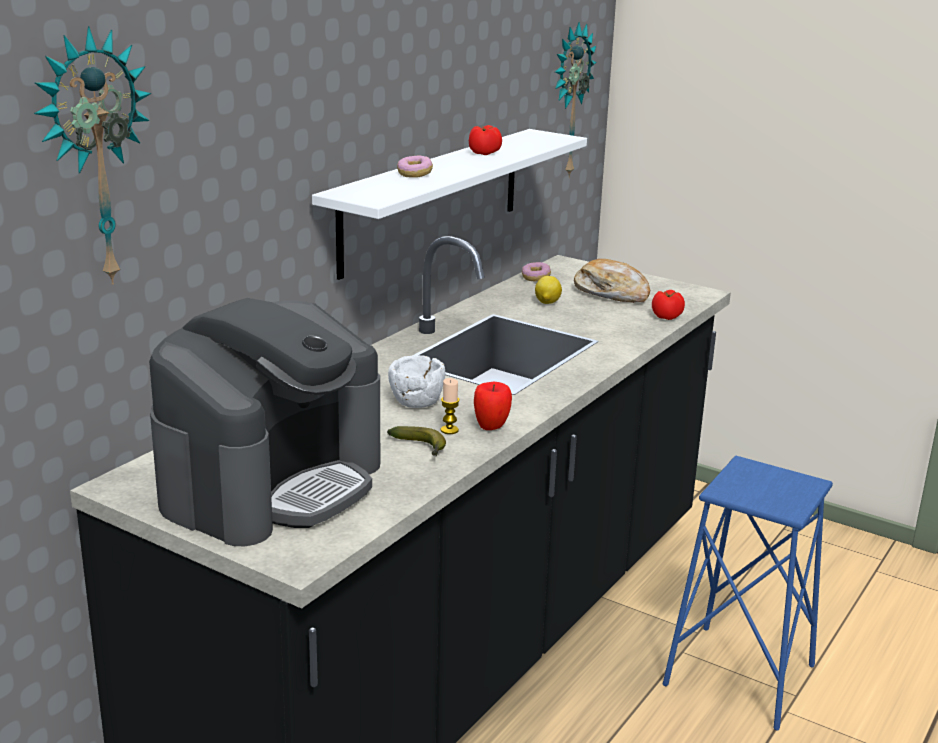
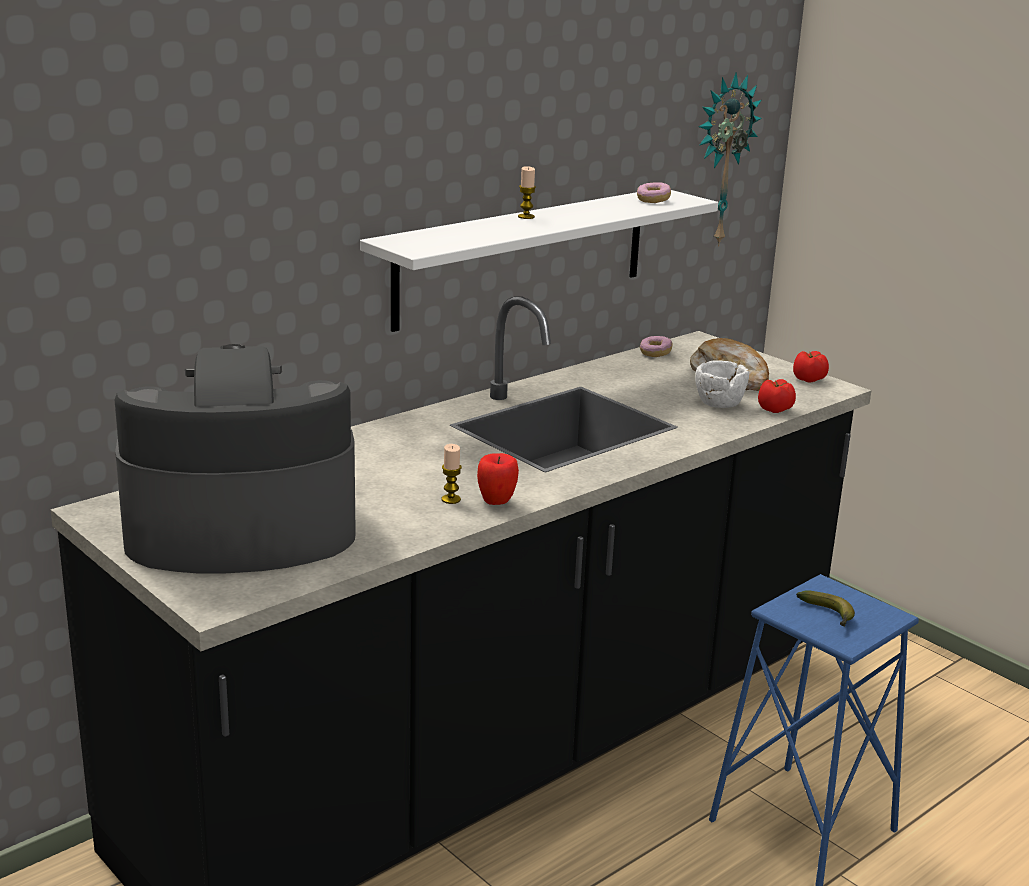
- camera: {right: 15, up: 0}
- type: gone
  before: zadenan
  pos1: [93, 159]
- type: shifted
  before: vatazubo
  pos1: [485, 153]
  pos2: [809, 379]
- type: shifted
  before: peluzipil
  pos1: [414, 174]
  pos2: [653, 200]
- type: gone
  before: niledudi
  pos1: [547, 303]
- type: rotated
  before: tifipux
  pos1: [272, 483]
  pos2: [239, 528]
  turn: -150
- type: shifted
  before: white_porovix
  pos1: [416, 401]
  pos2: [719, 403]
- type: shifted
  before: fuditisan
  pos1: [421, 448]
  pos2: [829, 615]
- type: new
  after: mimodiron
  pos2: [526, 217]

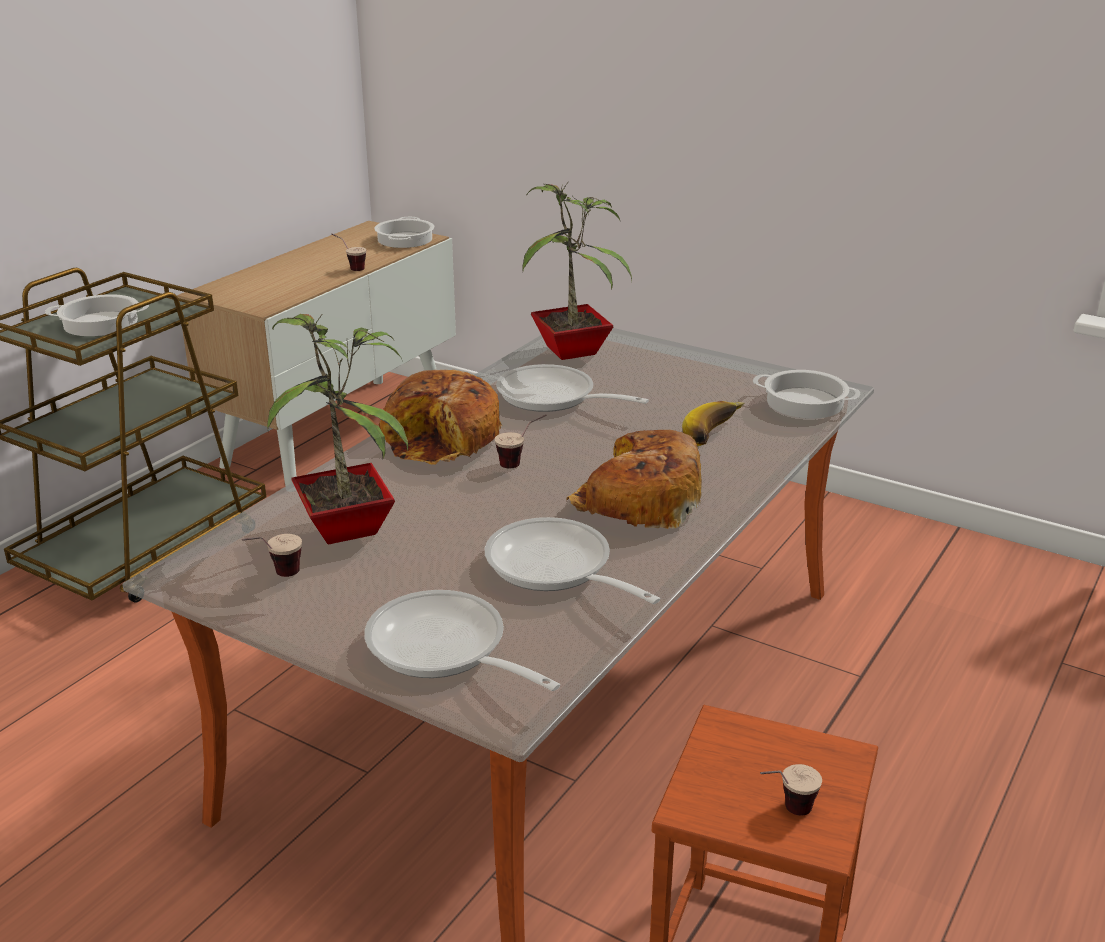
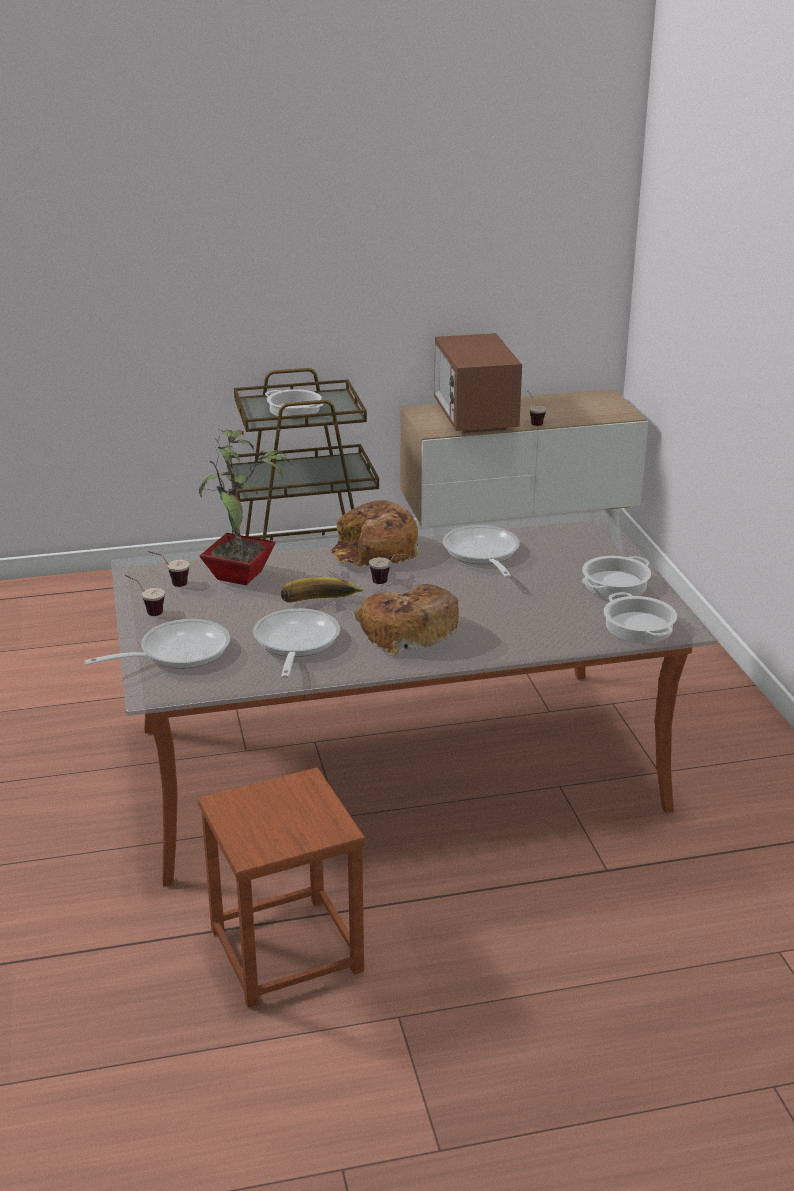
- camera: {right: 45, up: 0}
- type: gone
  before: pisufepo
  pos1: [574, 350]
- type: shifted
  before: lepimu
  pos1: [404, 239]
  pos2: [615, 583]
- type: shifted
  before: fuditisan
  pos1: [716, 437]
  pos2: [321, 604]
- type: rotated
  before: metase
  pos1: [444, 650]
  pos2: [177, 652]
  turn: 60
- type: shifted
  before: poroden
  pos1: [785, 812]
  pos2: [146, 611]
- type: new
  after: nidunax
  pos2: [474, 417]

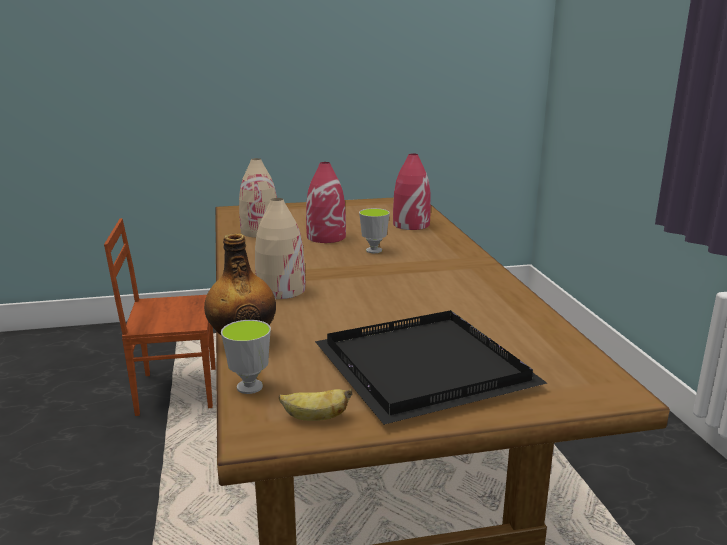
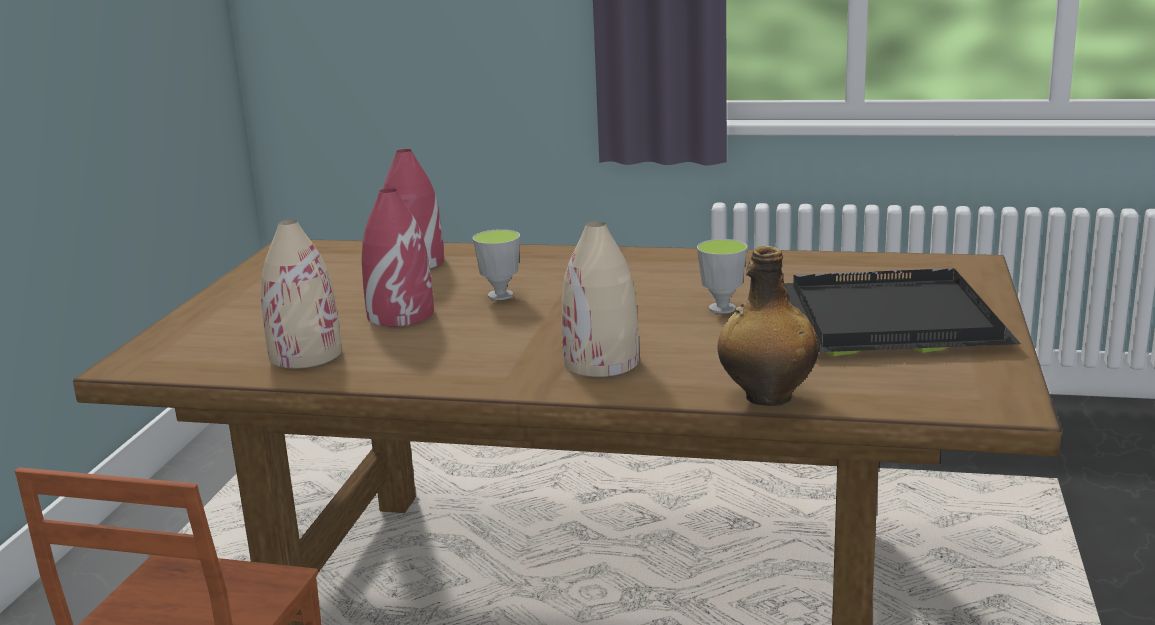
- camera: {right: -65, up: 0}
- type: shifted
  before: poroden
  pos1: [249, 387]
  pos2: [722, 308]
- type: gone
  before: fuditisan
  pos1: [314, 418]

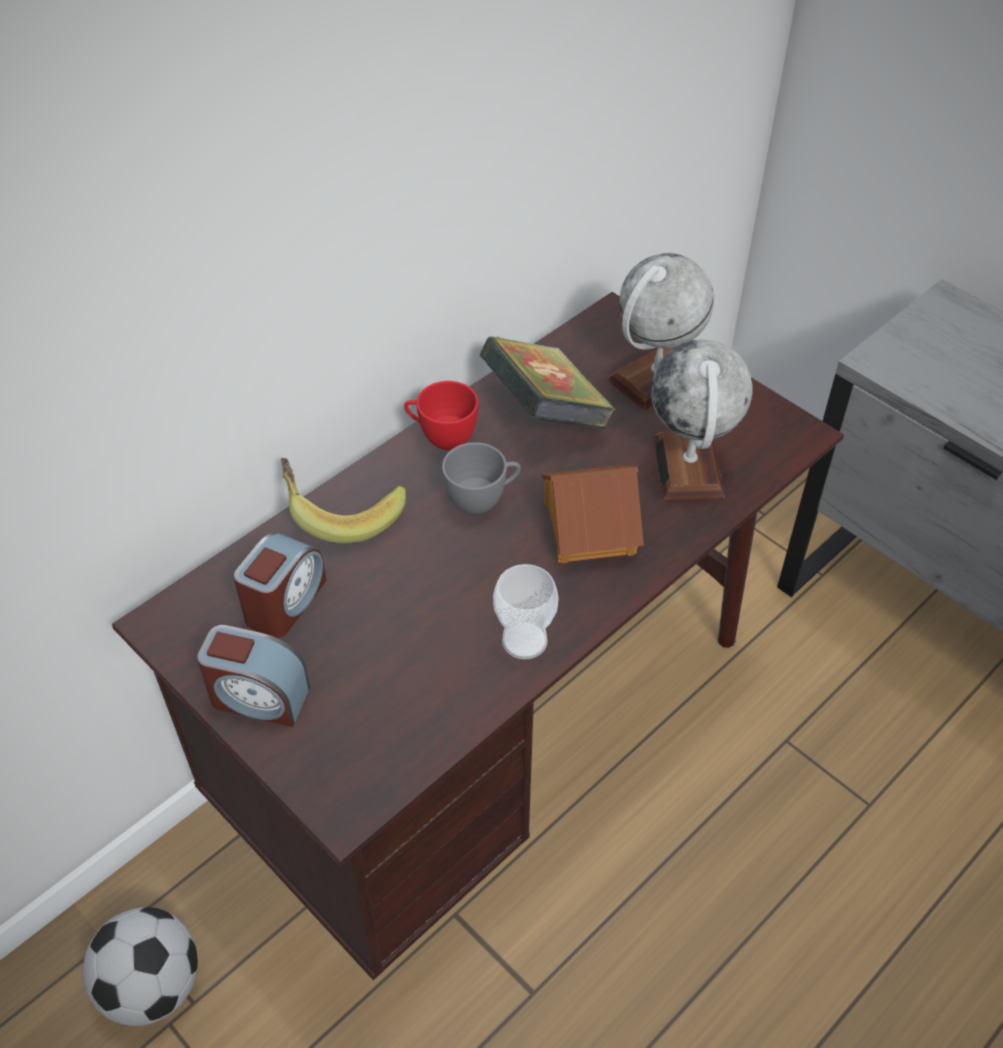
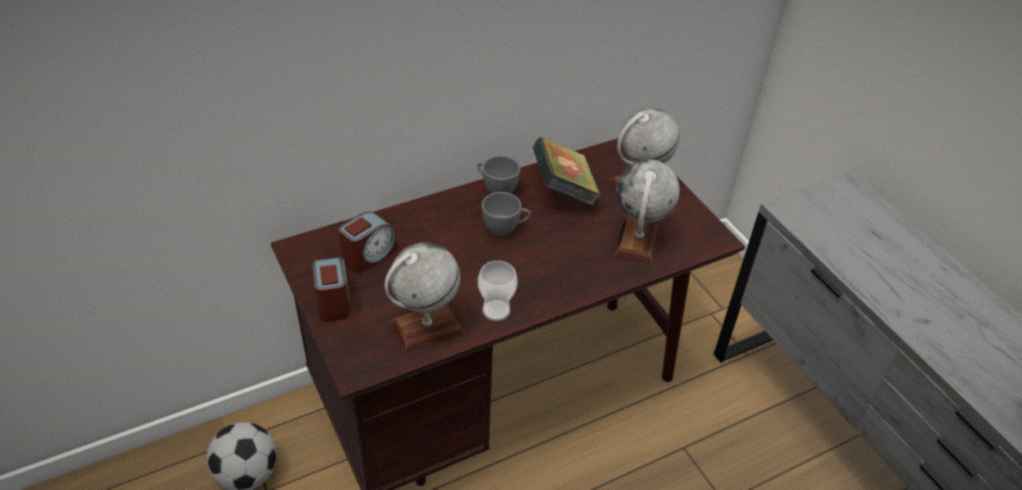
- camera: {right: 15, up: -5}
- type: repainted
  before: red_poroden
  after: grey_poroden
  pos1: [441, 437]
  pos2: [496, 189]
- type: gone
  before: fuditisan
  pos1: [342, 512]
- type: gone
  before: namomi
  pos1: [587, 526]
- type: rotated
  before: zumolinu
  pos1: [258, 697]
  pos2: [333, 300]
  turn: -135
- type: new
  after: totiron
  pos2: [426, 328]

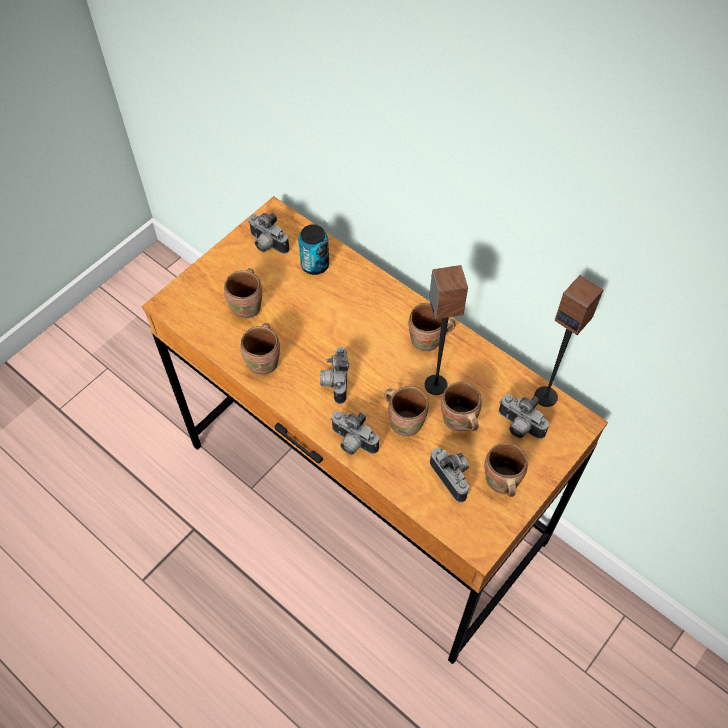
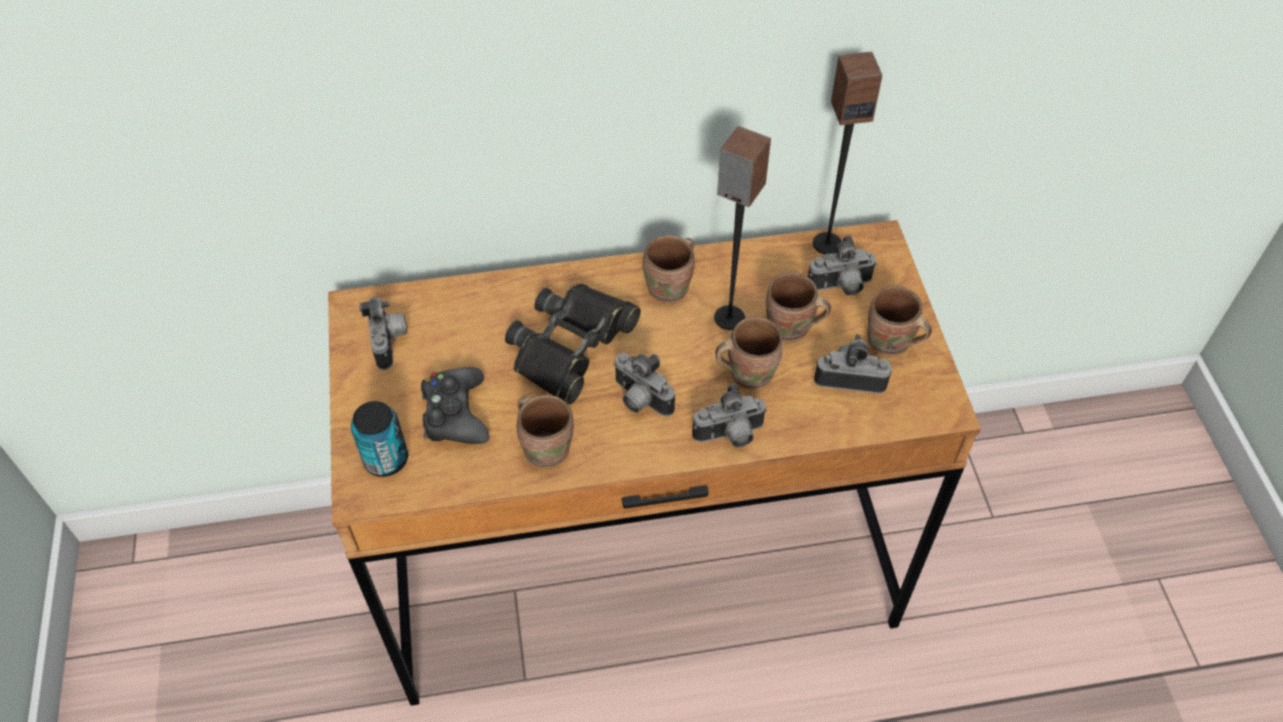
- camera: {right: -50, up: -5}
- type: rotated
  before: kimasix
  pos1: [267, 245]
  pos2: [390, 342]
  turn: -90
- type: shifted
  before: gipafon
  pos1: [315, 265]
  pos2: [386, 459]
- type: swapped
  before: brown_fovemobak
  after: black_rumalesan
  pos1: [249, 306]
  pos2: [455, 414]
- type: new
  after: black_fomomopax
  pos2: [571, 346]

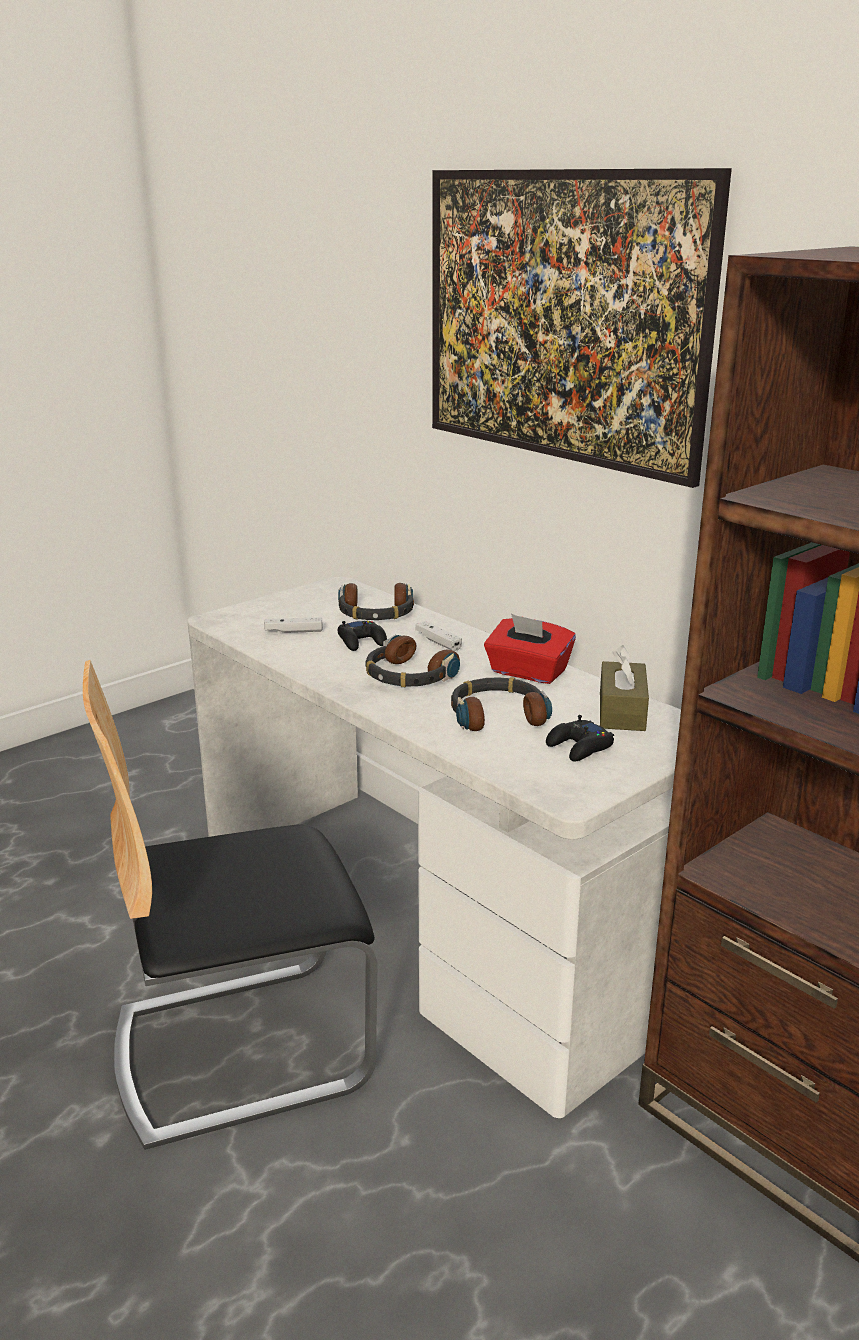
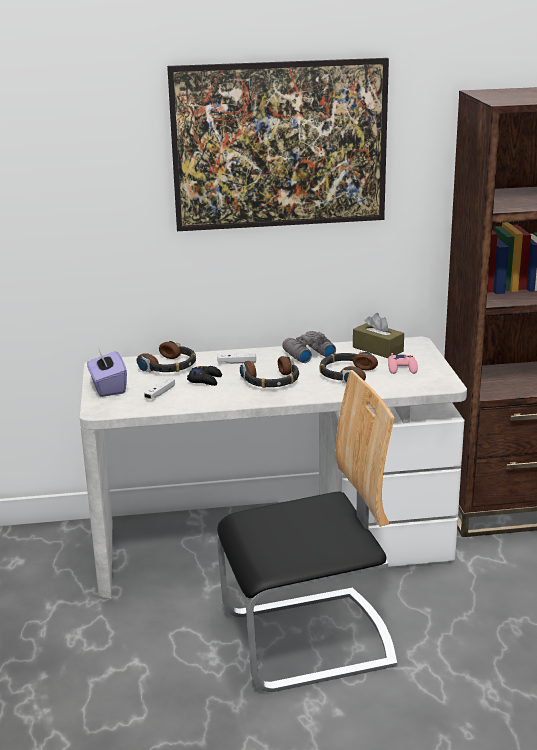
- camera: {right: -55, up: 0}
- type: swapped
  before: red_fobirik
  after: grey_fomomopax
  pos1: [528, 672]
  pos2: [307, 354]
- type: rotated
  before: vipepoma
  pos1: [240, 1046]
  pos2: [308, 640]
  turn: -120
- type: repainted
  before: black_rumalesan
  after: pink_rumalesan
  pos1: [579, 747]
  pos2: [402, 368]
- type: new
  after: purple_fobirik
  pos2: [108, 387]

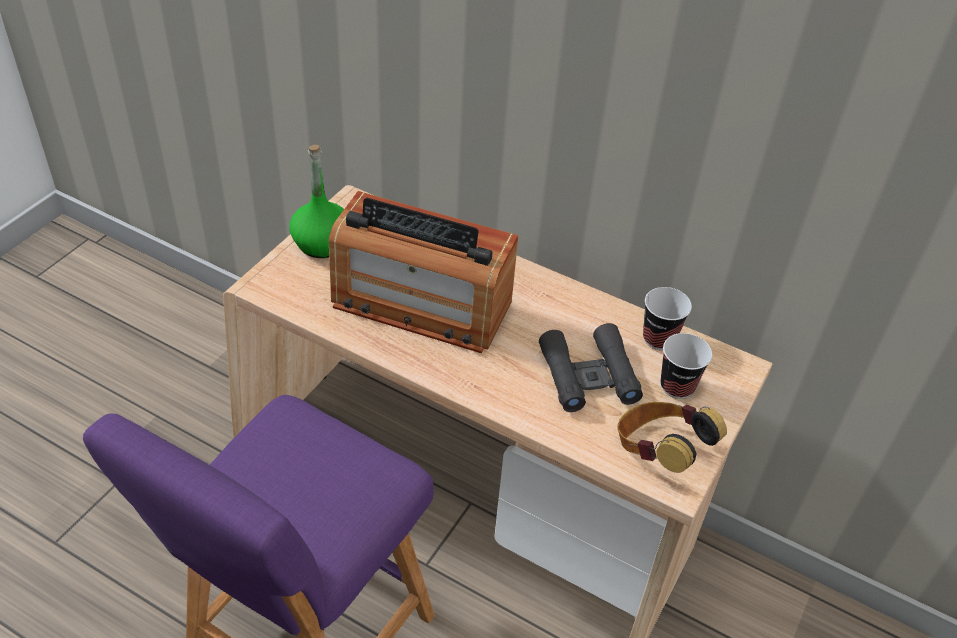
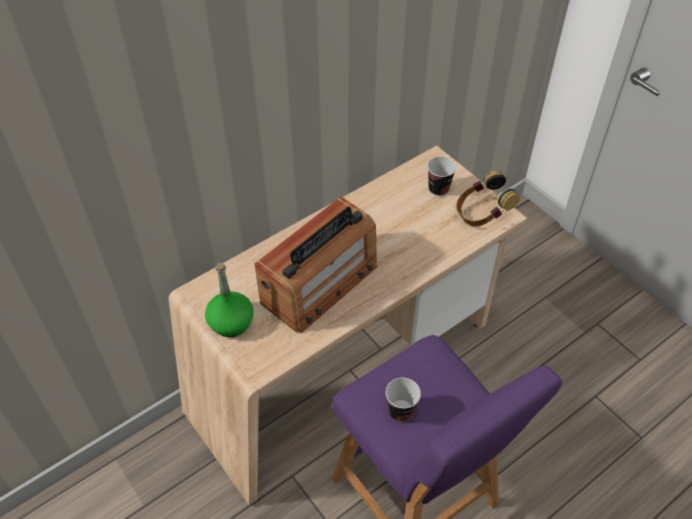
- camera: {right: -65, up: 5}
- type: shifted
  before: poroden
  pos1: [659, 339]
  pos2: [401, 411]
- type: gone
  before: black_fomomopax
  pos1: [588, 375]

